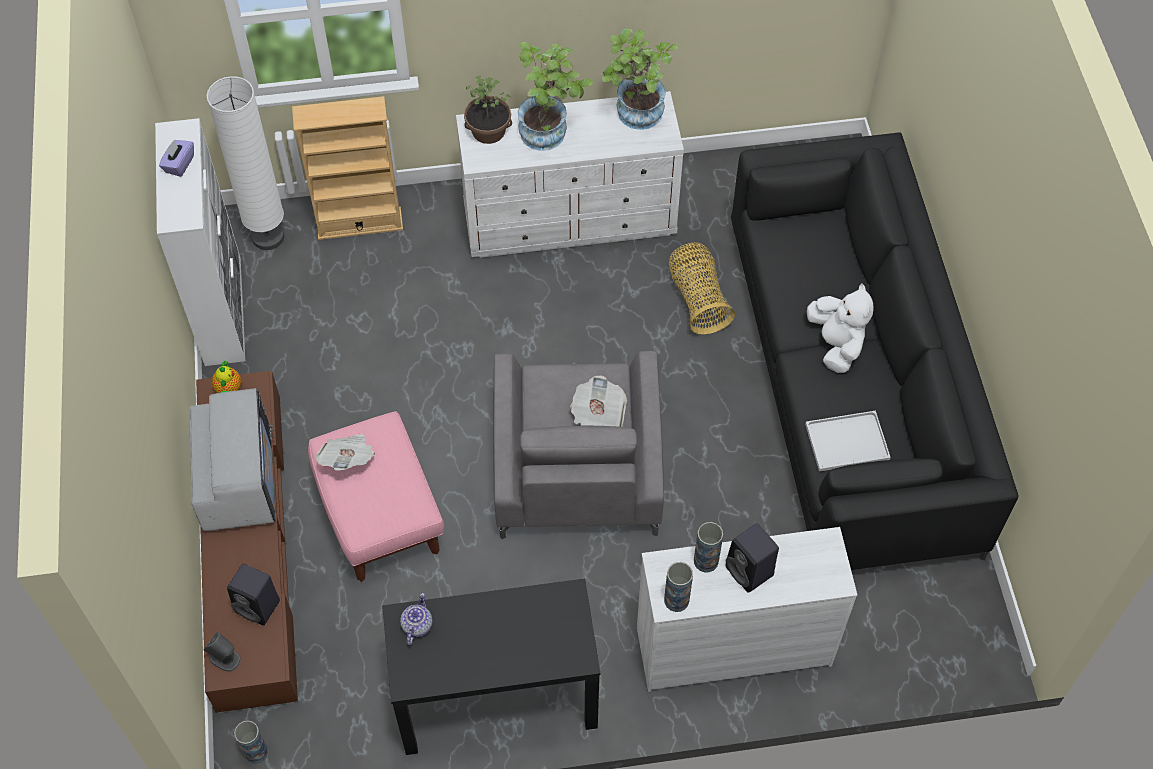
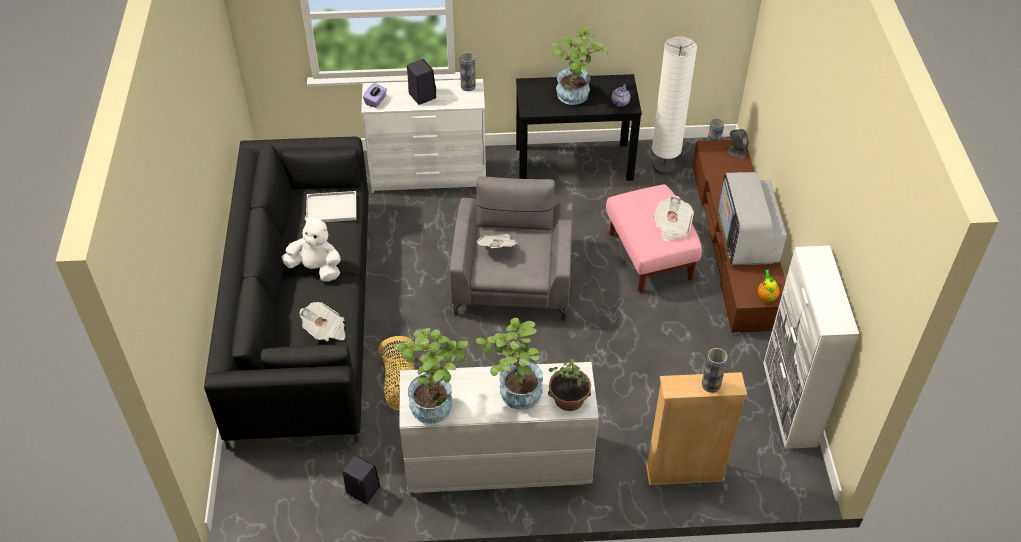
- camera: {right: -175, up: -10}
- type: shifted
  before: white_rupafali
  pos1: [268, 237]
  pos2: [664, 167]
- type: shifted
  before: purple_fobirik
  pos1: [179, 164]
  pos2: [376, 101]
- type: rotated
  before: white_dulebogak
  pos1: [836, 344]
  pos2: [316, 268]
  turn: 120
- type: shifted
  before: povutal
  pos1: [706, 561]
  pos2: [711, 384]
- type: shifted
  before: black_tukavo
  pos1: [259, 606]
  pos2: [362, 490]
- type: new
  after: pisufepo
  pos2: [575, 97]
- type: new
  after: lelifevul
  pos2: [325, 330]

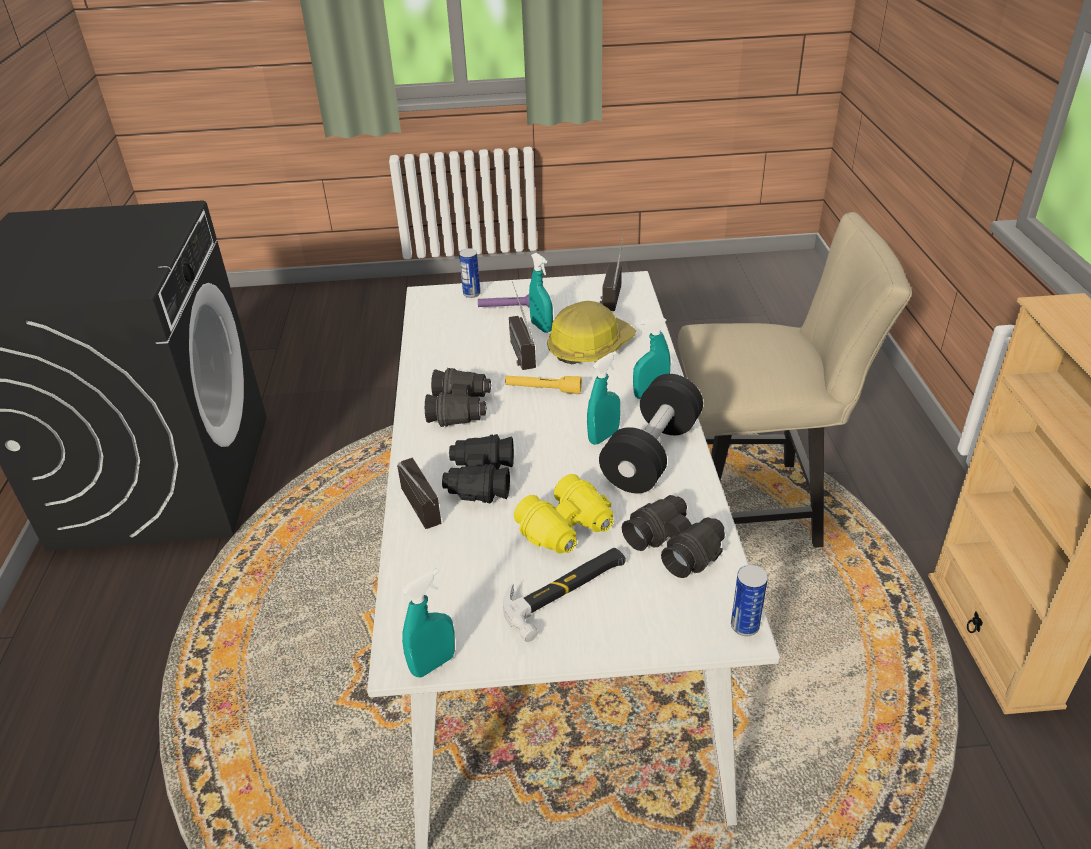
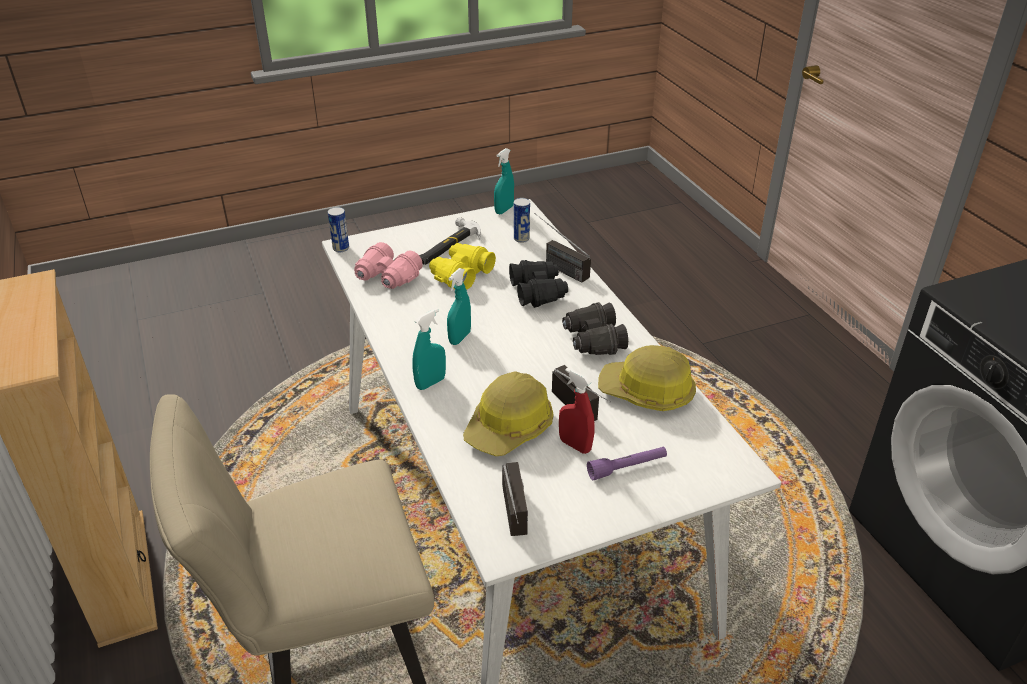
- camera: {right: 160, up: 0}
- type: shifted
  before: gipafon
  pos1: [471, 294]
  pos2: [521, 239]
- type: repainted
  before: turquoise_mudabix
  after: red_mudabix
  pos1: [541, 327]
  pos2: [575, 445]
- type: gone
  before: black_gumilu
  pos1: [651, 455]
- type: gone
  before: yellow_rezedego
  pos1: [543, 390]
- type: repainted
  before: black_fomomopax
  after: pink_fomomopax
  pos1: [675, 545]
  pos2: [387, 278]
- type: new
  after: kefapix
  pos2: [647, 392]

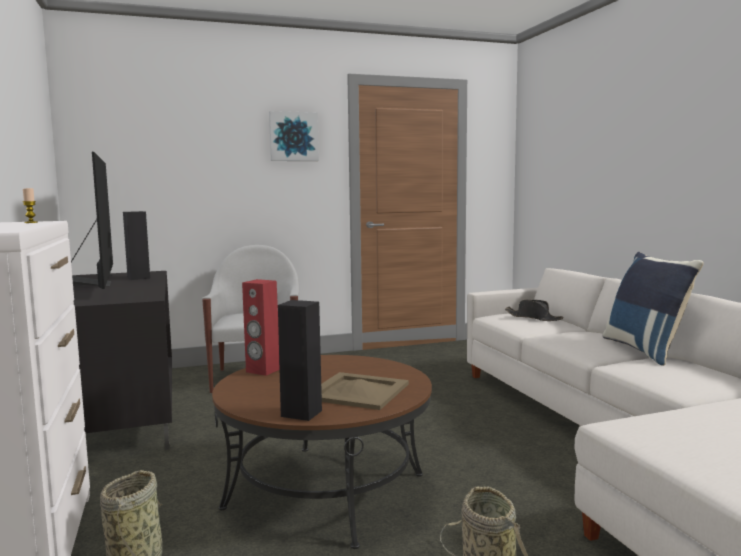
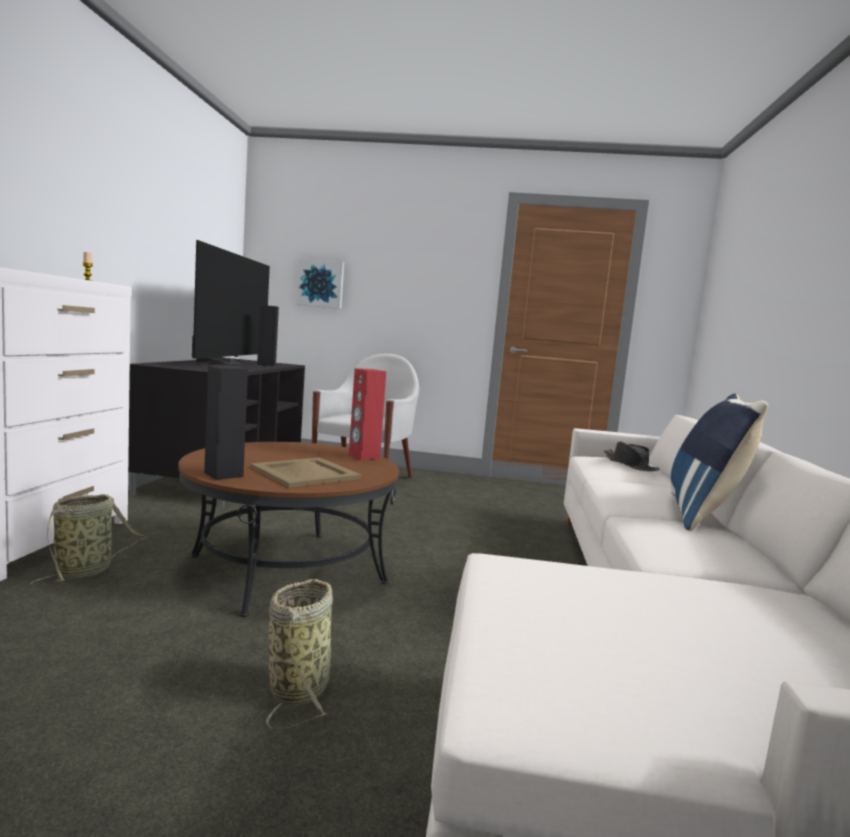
- camera: {right: 25, up: 0}
- type: shifted
  before: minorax
  pos1: [293, 136]
  pos2: [320, 284]
- type: shifted
  before: red_tukavo
  pos1: [263, 371]
  pos2: [363, 456]

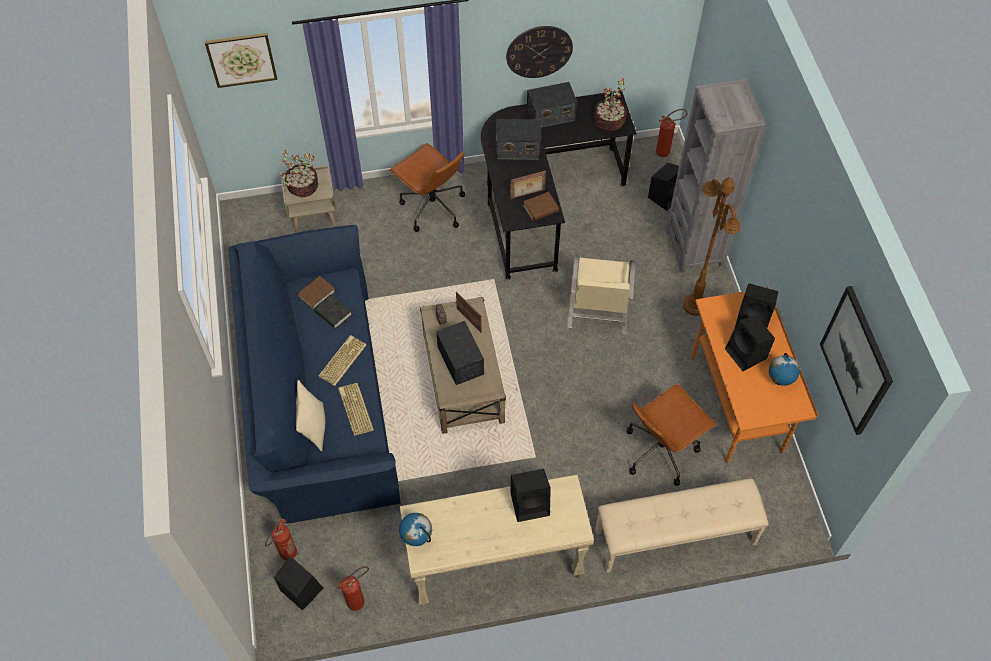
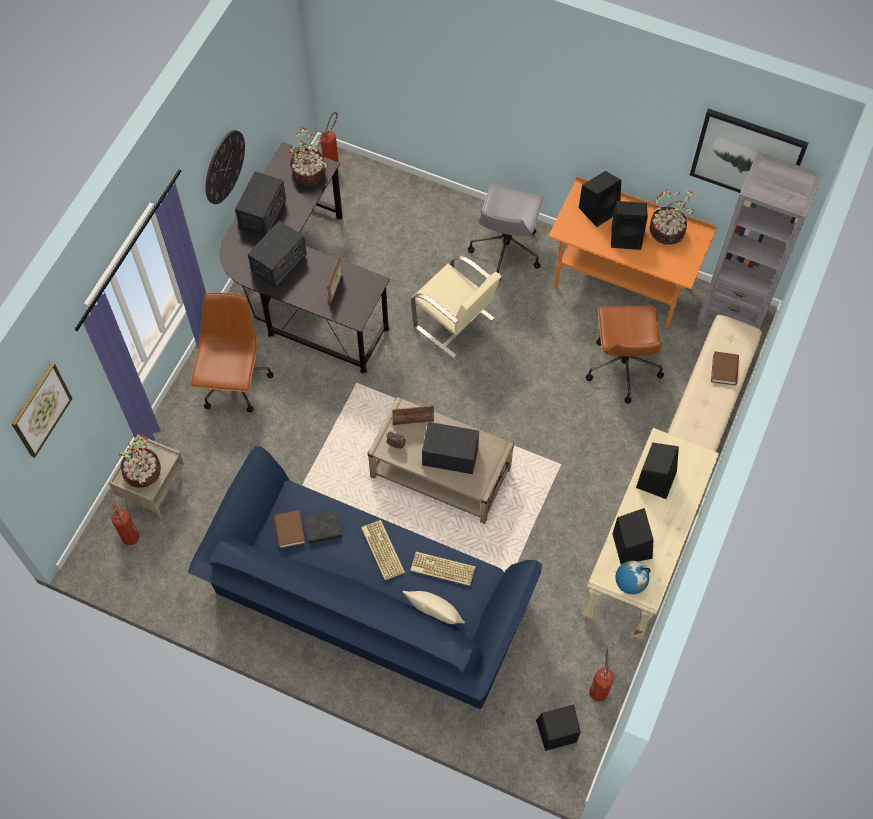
- camera: {right: -55, up: 5}
- type: shifted
  before: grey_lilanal
  pos1: [694, 247]
  pos2: [731, 317]
- type: rotated
  before: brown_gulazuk
  pos1: [432, 207]
  pos2: [234, 383]
  turn: -75
- type: shifted
  before: black_tukavo
  pos1: [665, 196]
  pos2: [631, 545]
- type: swapped
  before: brown_rupafali
  after: grey_gulazuk
  pos1: [694, 305]
  pos2: [506, 249]
- type: shifted
  before: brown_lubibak
  pos1: [540, 208]
  pos2: [724, 370]
- type: swapped
  before: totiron
  after: pisufepo
  pos1: [779, 381]
  pos2: [667, 231]
- type: shifted
  before: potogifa
  pos1: [286, 556]
  pos2: [132, 541]

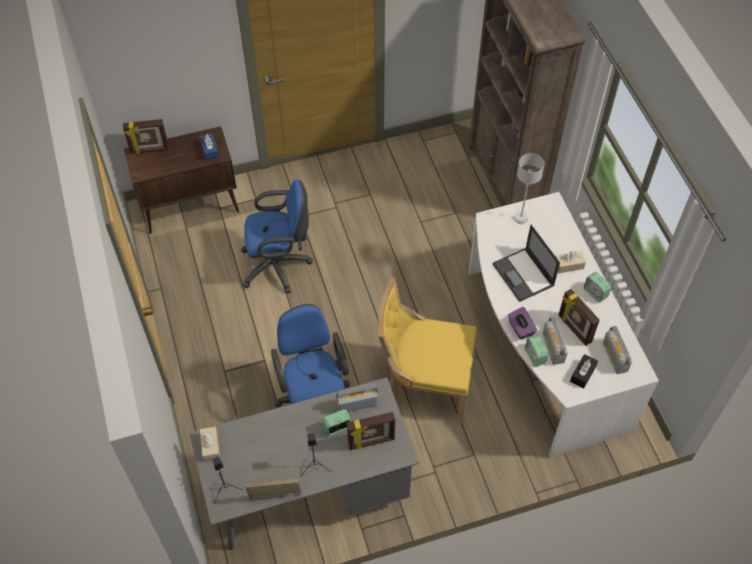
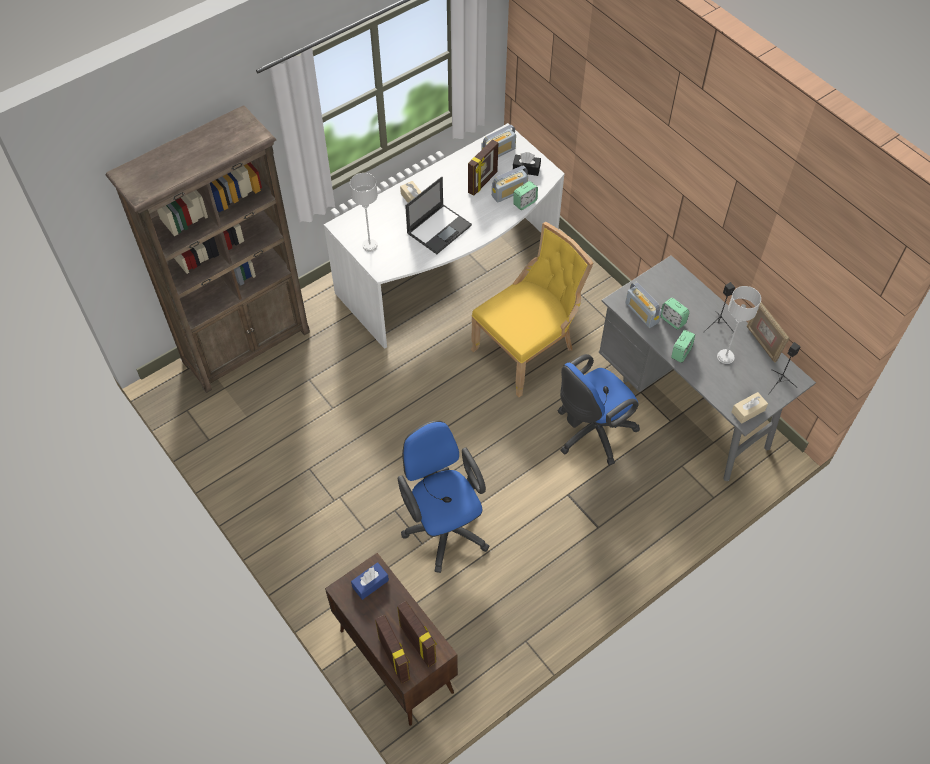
- camera: {right: -110, up: 0}
- type: shifted
  before: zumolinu
  pos1: [595, 293]
  pos2: [681, 353]
- type: rotated
  before: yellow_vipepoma
  pos1: [424, 382]
  pos2: [527, 350]
  turn: -120
- type: gone
  before: purple_fobirik
  pos1: [520, 328]
- type: shifted
  before: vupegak
  pos1: [371, 442]
  pos2: [418, 643]
- type: new
  after: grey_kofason
  pos2: [725, 357]

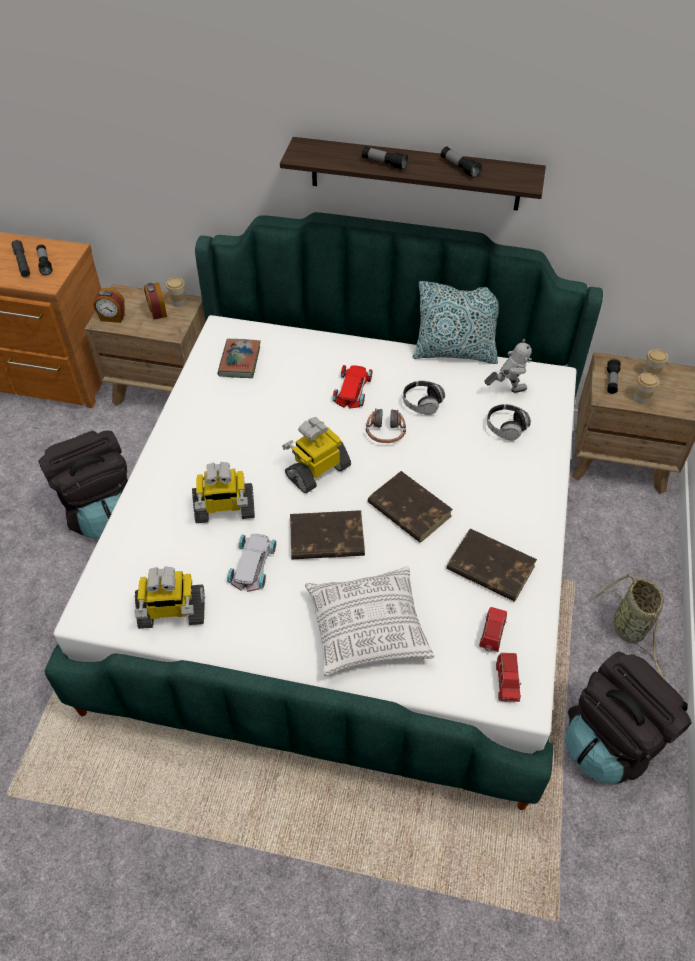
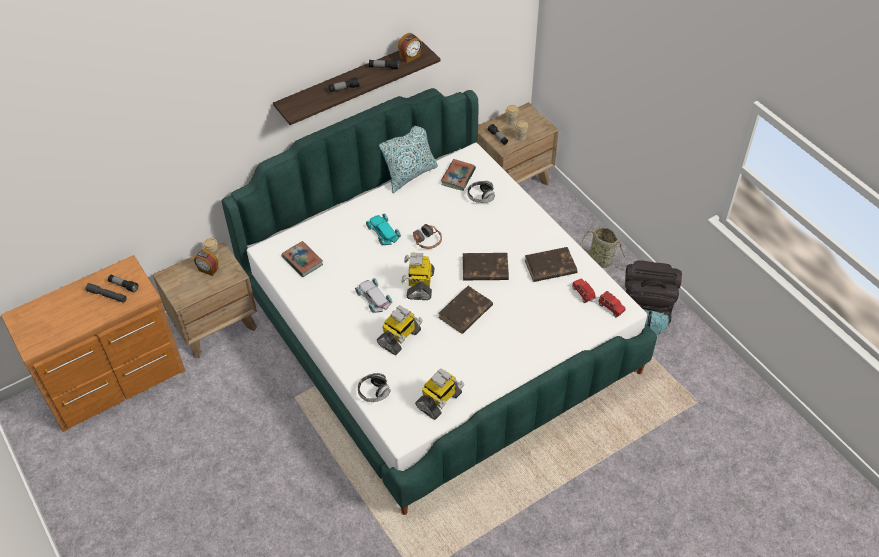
- camera: {right: -45, up: 0}
- type: shifted
  before: zumolinu
  pos1: [112, 318]
  pos2: [410, 57]
- type: swapped
  before: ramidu
  after: lubibak
  pos1: [506, 390]
  pos2: [458, 177]
- type: repainted
  before: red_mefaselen
  after: turquoise_mefaselen
  pos1: [353, 389]
  pos2: [383, 231]
- type: shifted
  before: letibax
  pos1: [422, 403]
  pos2: [373, 392]
- type: gone
  before: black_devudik
  pos1: [100, 510]
- type: shifted
  before: white_mefaselen
  pos1: [253, 564]
  pos2: [374, 297]
- type: gone
  before: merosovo
  pos1: [367, 629]

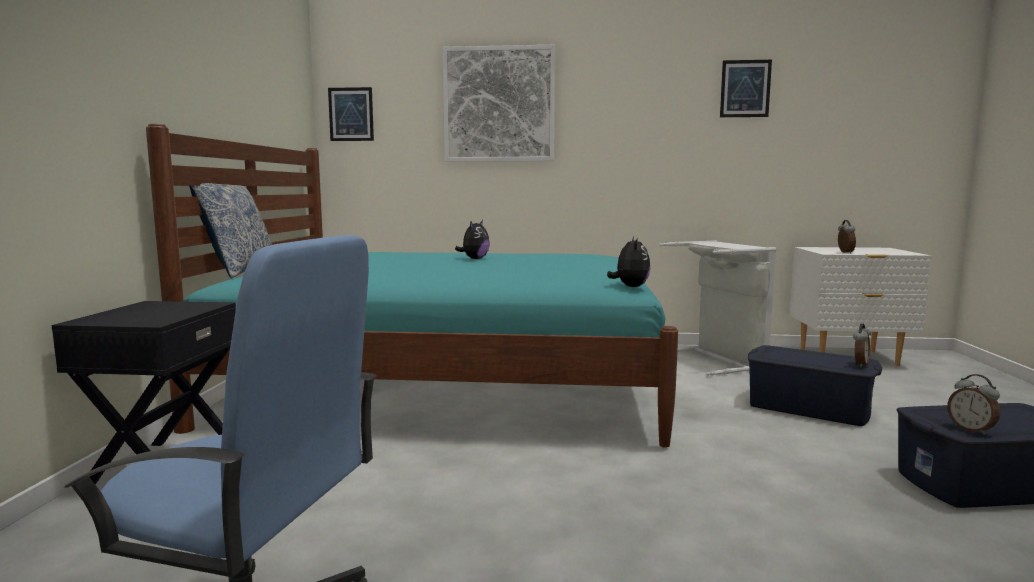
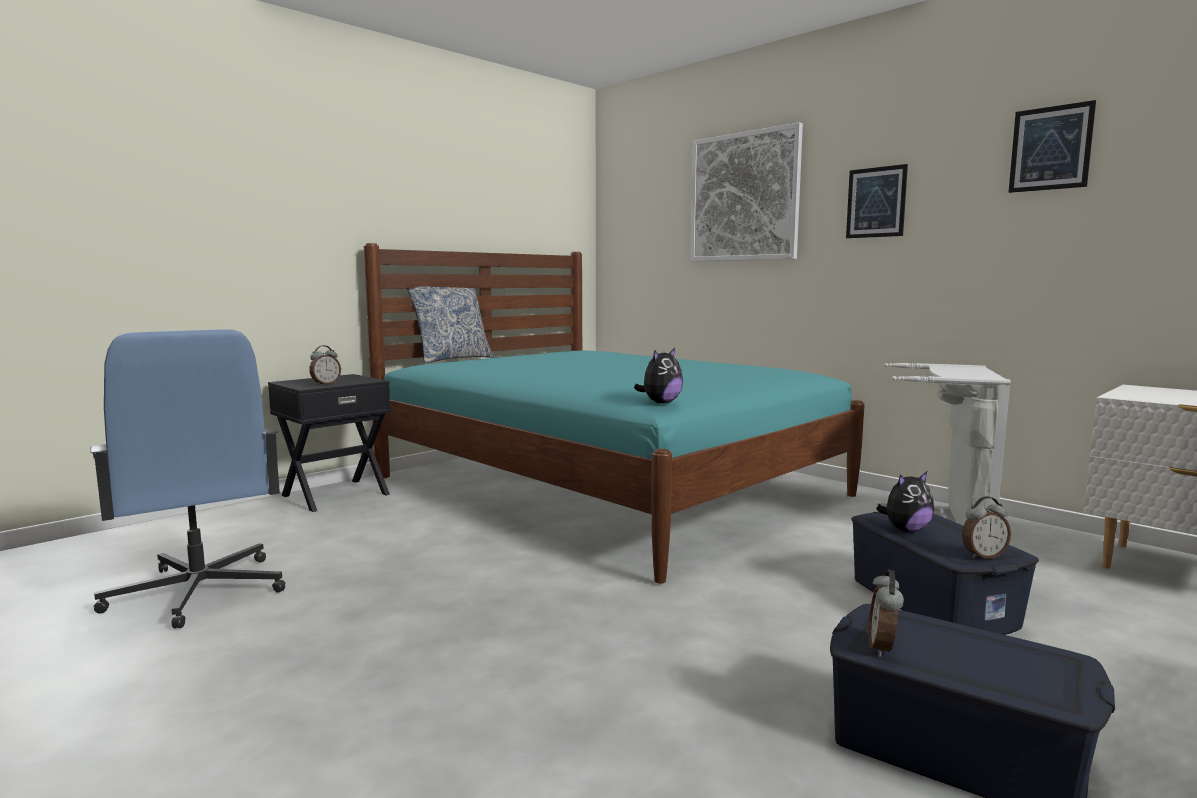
- camera: {right: 40, up: 0}
- type: shifted
  before: minorax
  pos1: [351, 114]
  pos2: [876, 202]
- type: shifted
  before: dulebogak
  pos1: [474, 259]
  pos2: [906, 530]
- type: shifted
  before: zumolinu
  pos1: [844, 252]
  pos2: [325, 384]

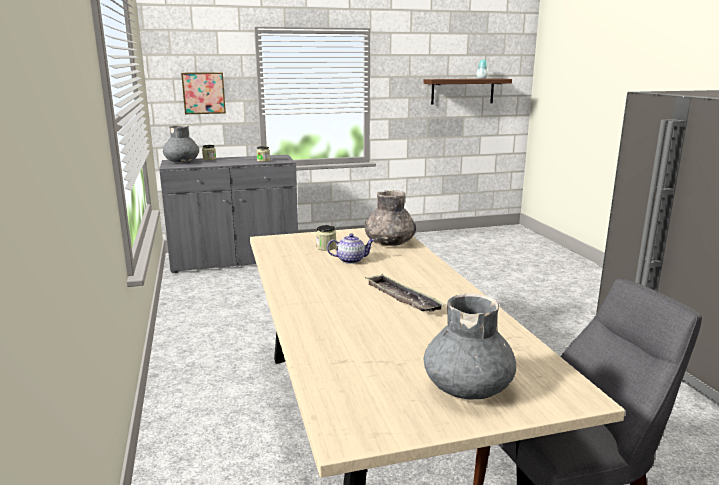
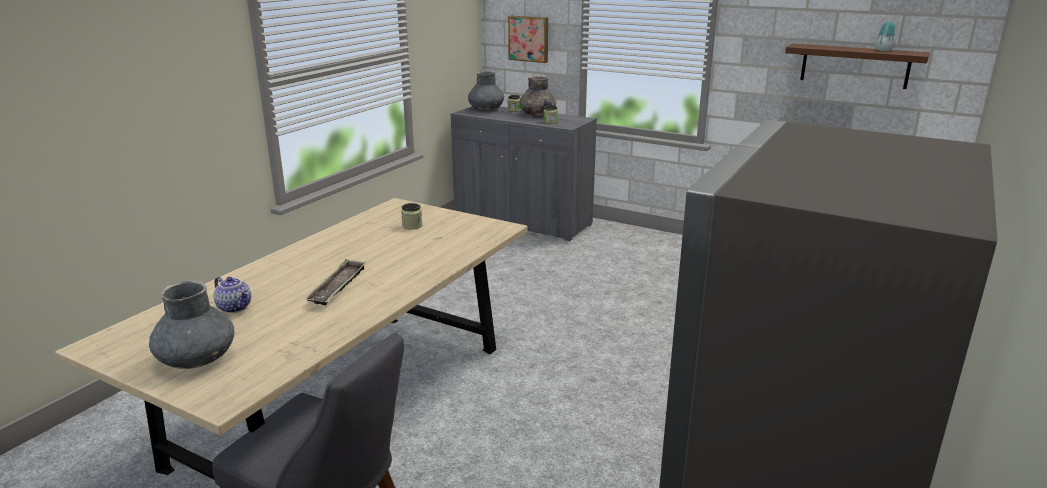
- camera: {right: 45, up: 5}
- type: shifted
  before: grey_povutal
  pos1: [389, 243]
  pos2: [537, 114]
- type: shifted
  before: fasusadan
  pos1: [351, 260]
  pos2: [235, 307]

